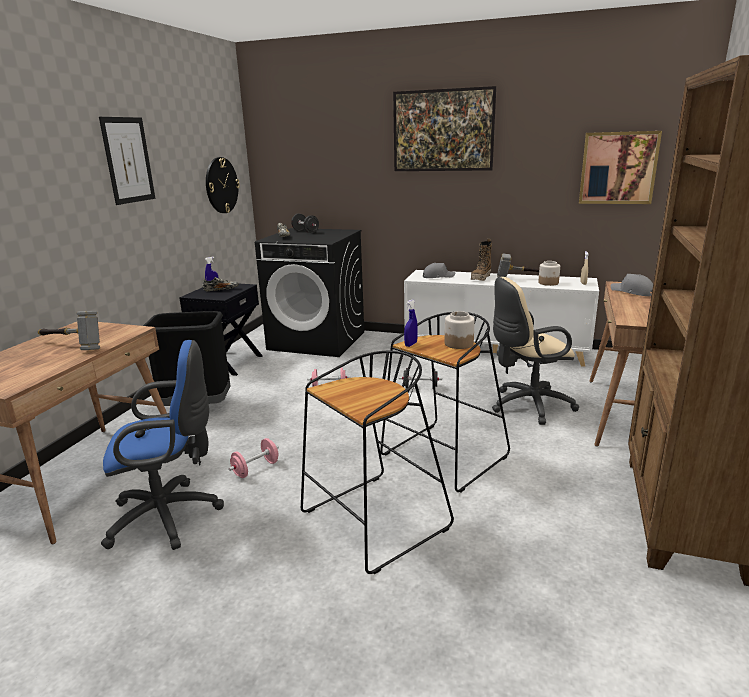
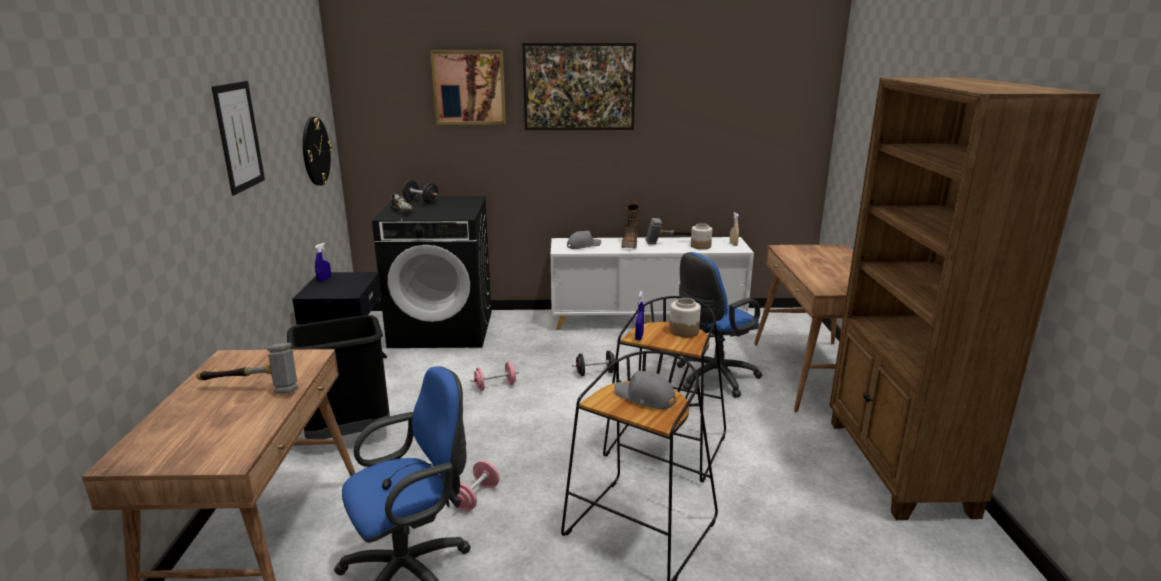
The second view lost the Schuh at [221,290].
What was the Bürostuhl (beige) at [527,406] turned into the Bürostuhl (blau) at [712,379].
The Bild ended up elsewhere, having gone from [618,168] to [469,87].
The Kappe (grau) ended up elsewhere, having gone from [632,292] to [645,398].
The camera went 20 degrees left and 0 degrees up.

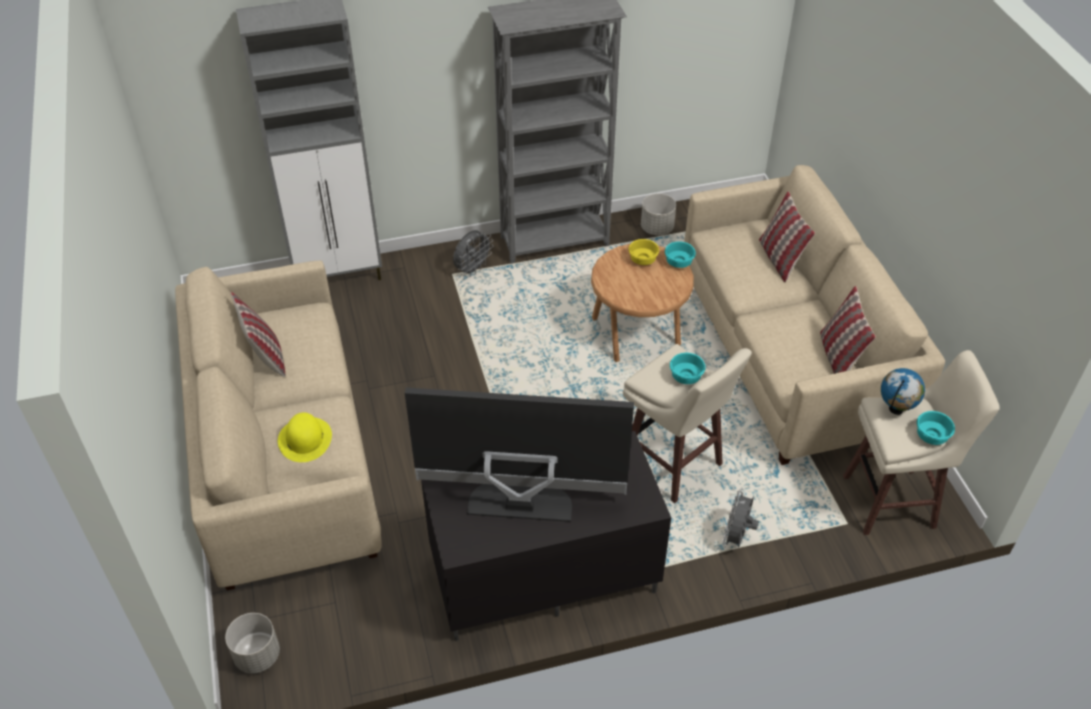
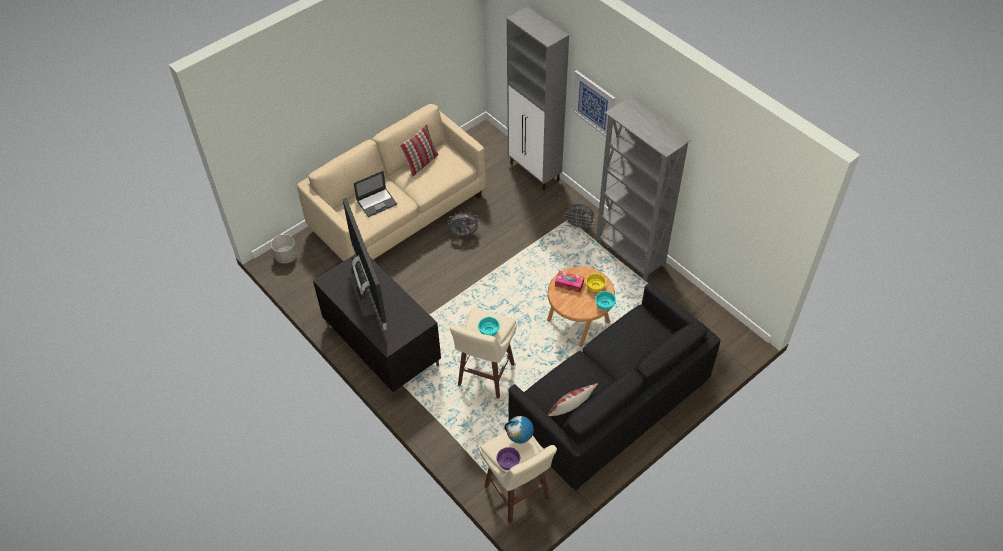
Where the Hut (gelb) stood at [305,439], the Laptop came to stand at [377,202].
The second view lost the Pflanzkübel (grau) at [657,228].
What was the Sofa (beige) at [790,354] turned into the Sofa (schwarz) at [609,407].
The Ventilator (grau) ended up elsewhere, having gone from [736,537] to [464,235].
The second view lost the Kissen at [779,259].
What was the Schüssel (türkis) at [932,436] turned into the Schüssel (lila) at [508,463].
The second view gained the Taschentuchbox at [569,284].
The second view gained the Bild at [594,104].
The camera went 65 degrees right and 5 degrees up.

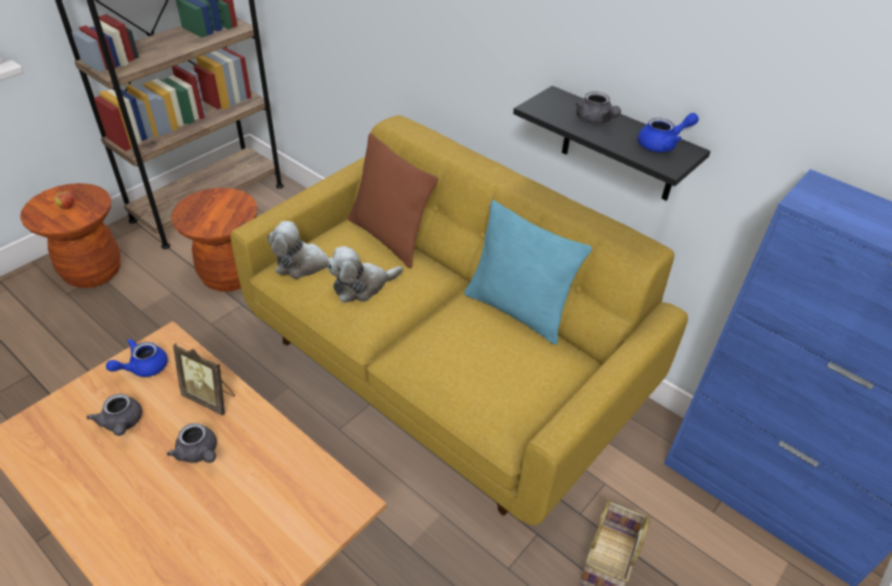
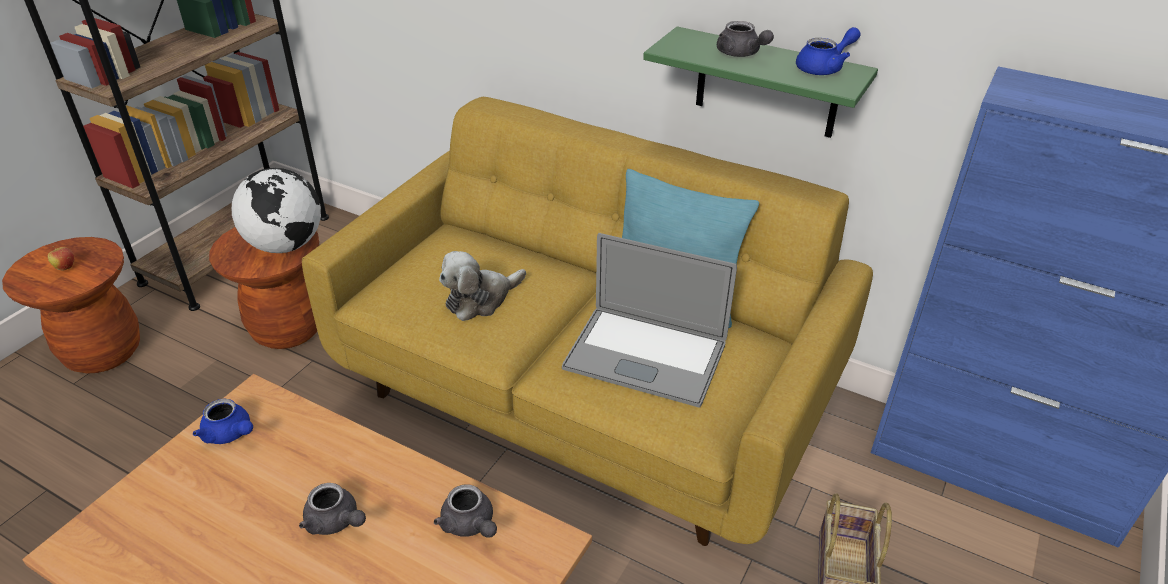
The Teekanne (grau) ended up elsewhere, having gone from [122,423] to [470,525].
The Teekanne (blau) at [143,367] ended up facing another way, 90 degrees counterclockwise from before.
The second view lost the Bilderrahmen at [211,398].
The second view lost the Plüschtier at [303,264].
The second view lost the Kissen (braun) at [389,238].
What was the Wandregal (schwarz) at [619,146] turned into the Wandregal (grün) at [767,83].
The second view gained the Globus at [286,245].
The second view gained the Laptop at [645,355].
The camera went 10 degrees left and 5 degrees down.

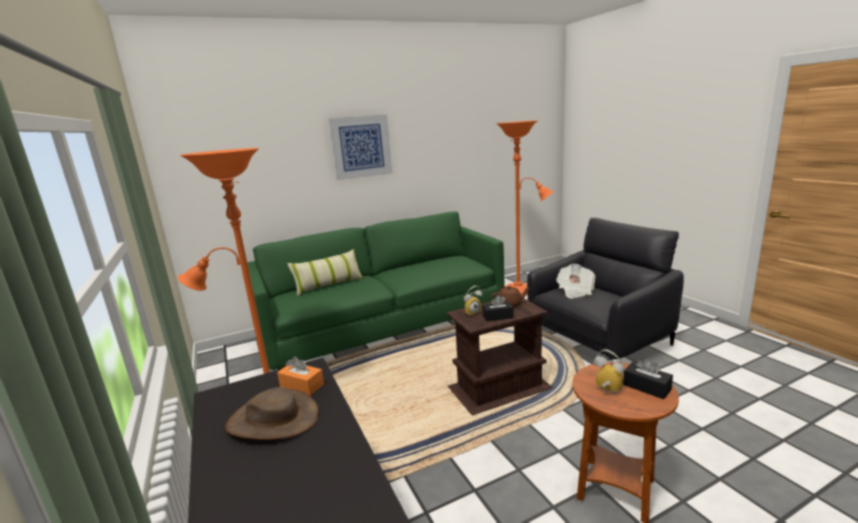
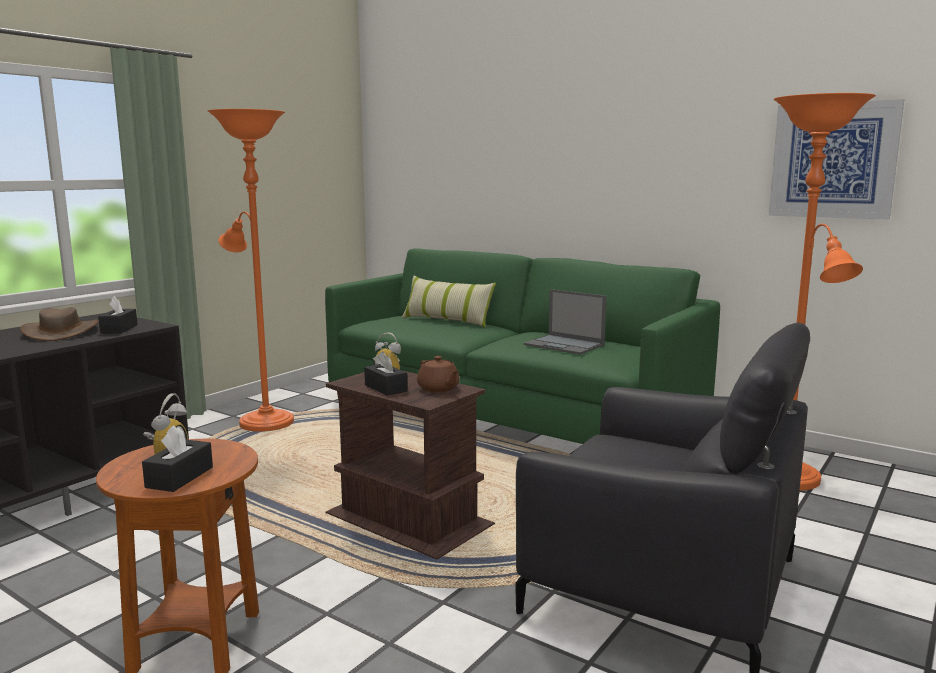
What was the Taschentuchbox (orange) at [302,385] turned into the Taschentuchbox (schwarz) at [119,329].
The Bild ended up elsewhere, having gone from [361,147] to [833,160].
The second view lost the Zeitung at [575,291].
The second view gained the Laptop at [565,345].
The camera went 60 degrees right and 5 degrees down.

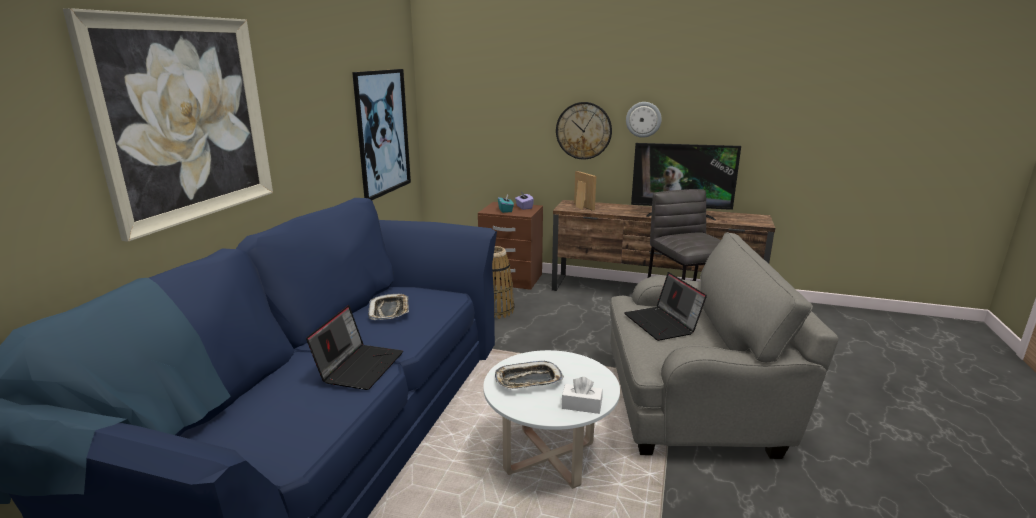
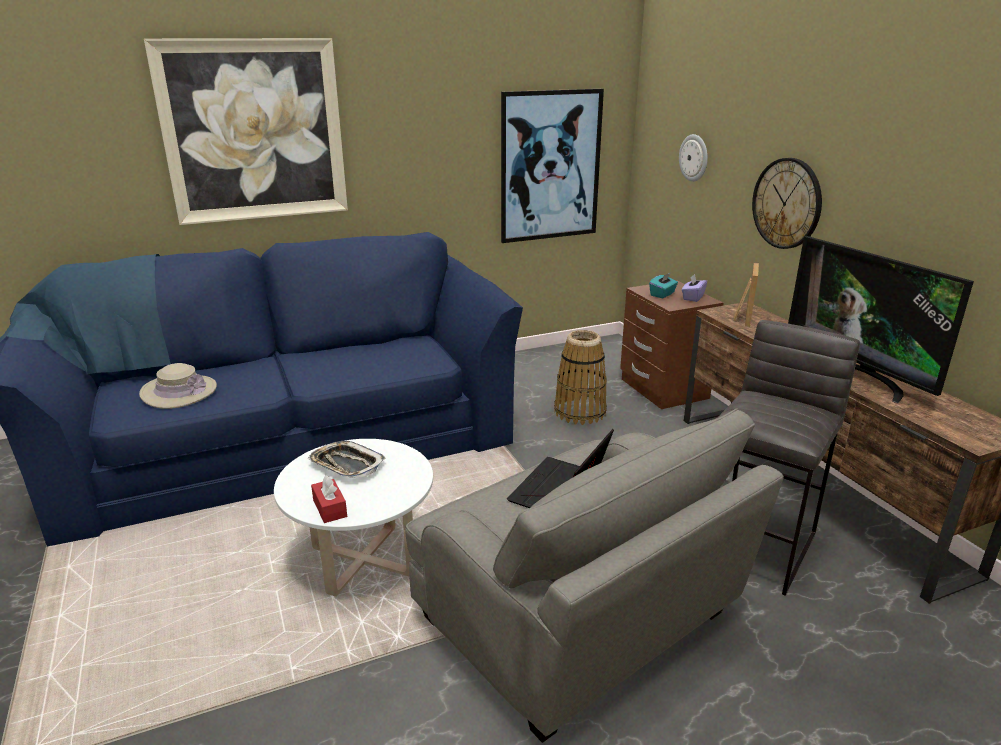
The second view lost the Laptop at [359,366].
The second view lost the Tablett at [389,311].
What was the Taschentuchbox (weiß) at [581,405] turned into the Taschentuchbox (rot) at [330,508].
The Wanduhr ended up elsewhere, having gone from [643,119] to [694,158].
The second view gained the Hut (beige) at [179,392].
The camera went 50 degrees right and 5 degrees up.

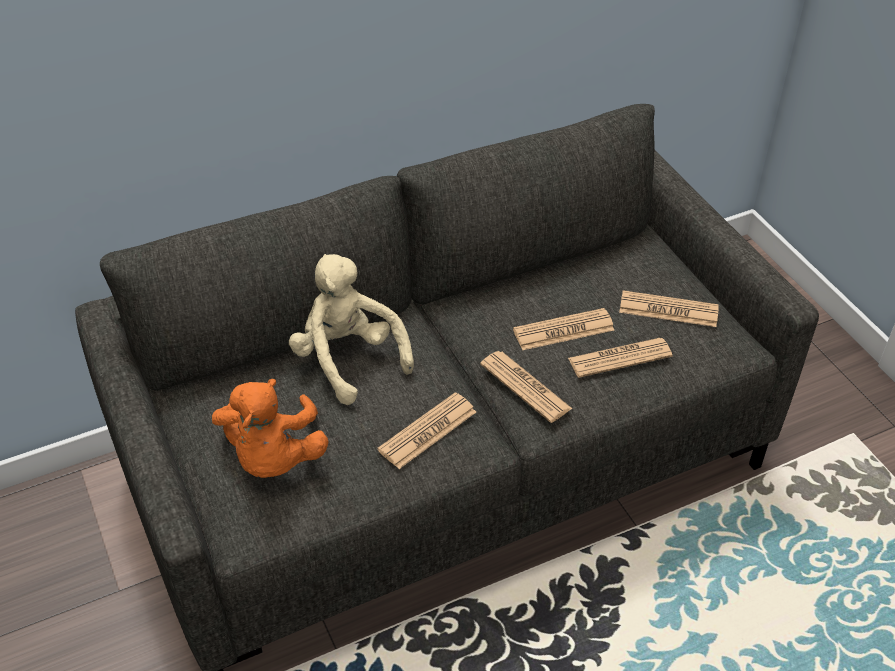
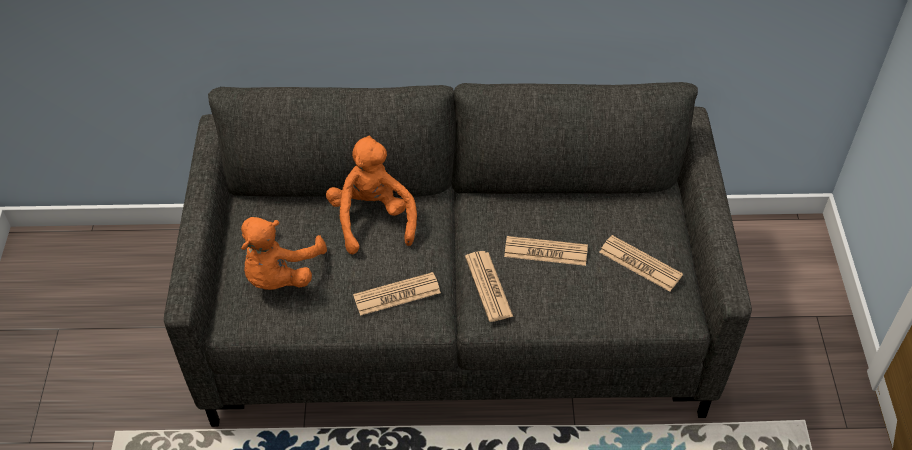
What was the Plüschtier (beige) at [348,359] turned into the Plüschtier (orange) at [372,218].
The second view lost the Zeitung at [619,358].
The camera went 25 degrees right and 5 degrees up.

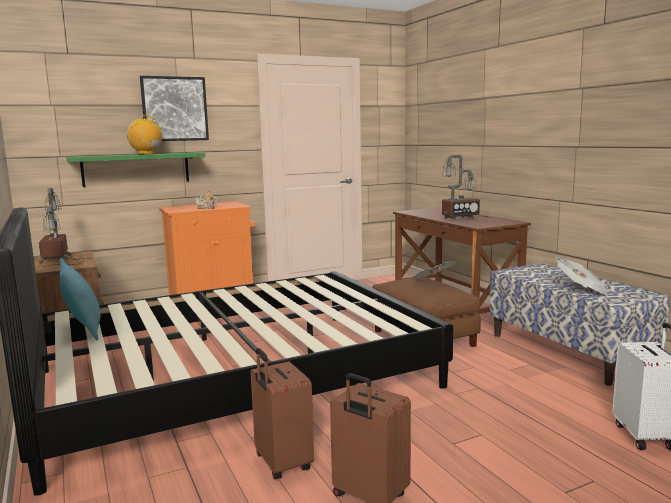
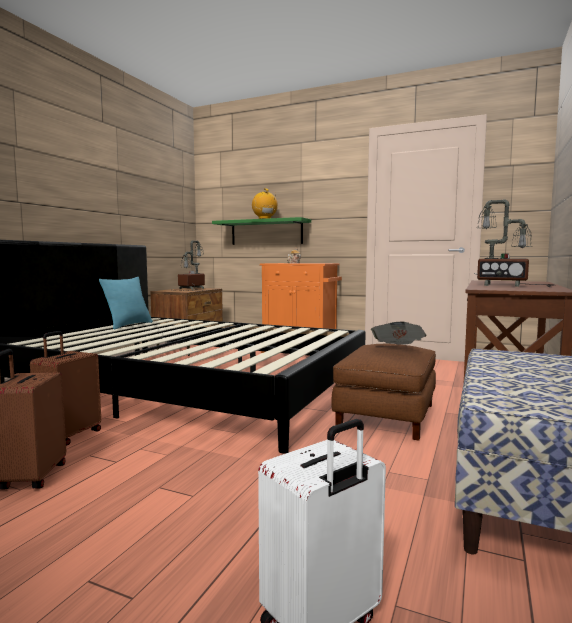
The second view lost the Bild at [174,109].
The second view lost the Zeitung at [581,289].
The camera went 50 degrees right and 5 degrees down.

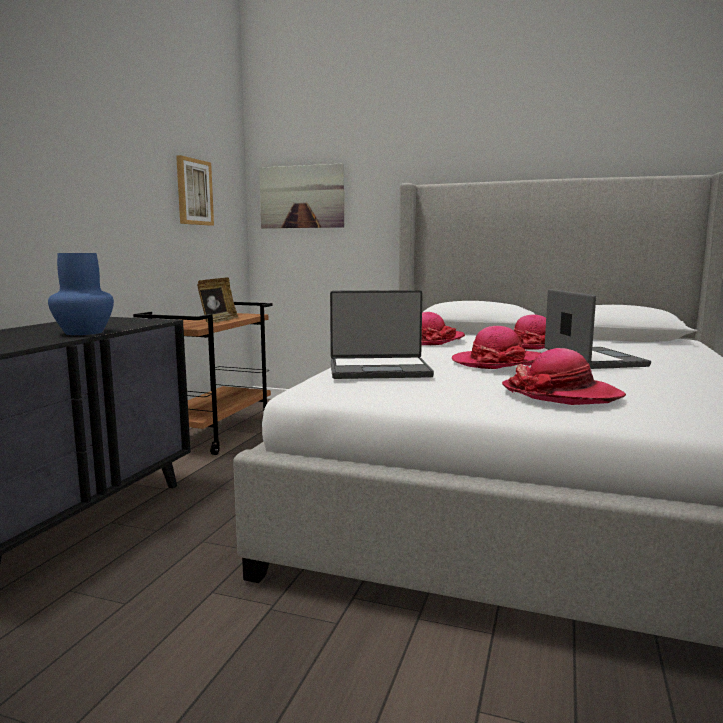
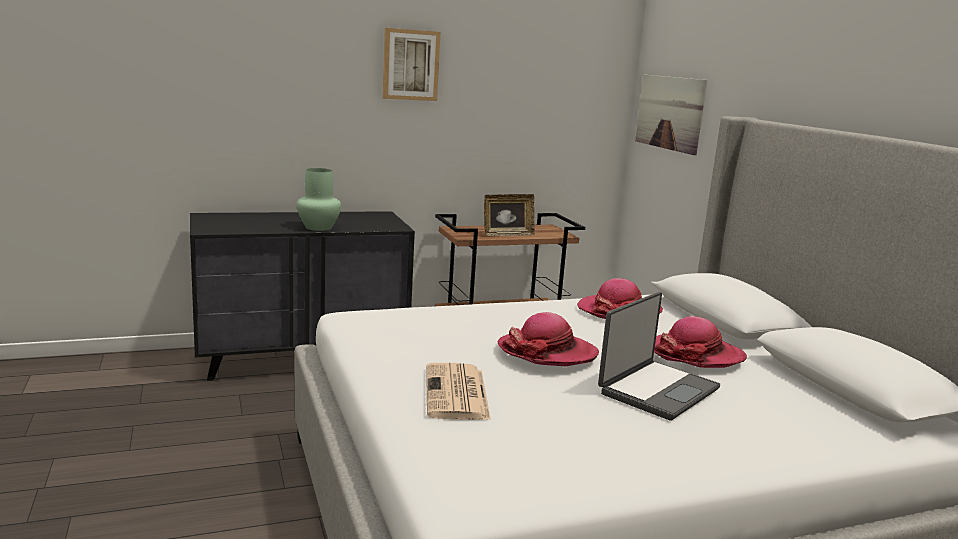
What was the Vase (blau) at [84,332] turned into the Vase (grün) at [319,227].
The Bild ended up elsewhere, having gone from [194,192] to [410,65].
The second view lost the Laptop at [379,370].
Where the Hut stood at [561,394], the Zeitung came to stand at [457,393].
The camera went 50 degrees right and 5 degrees up.

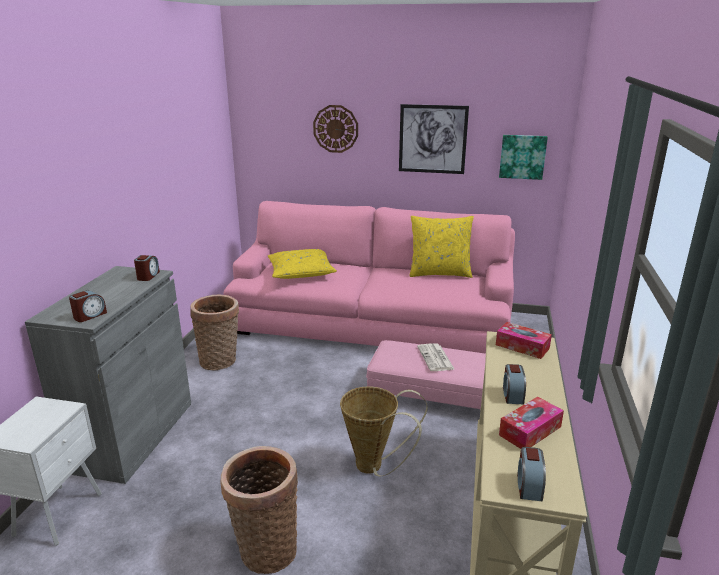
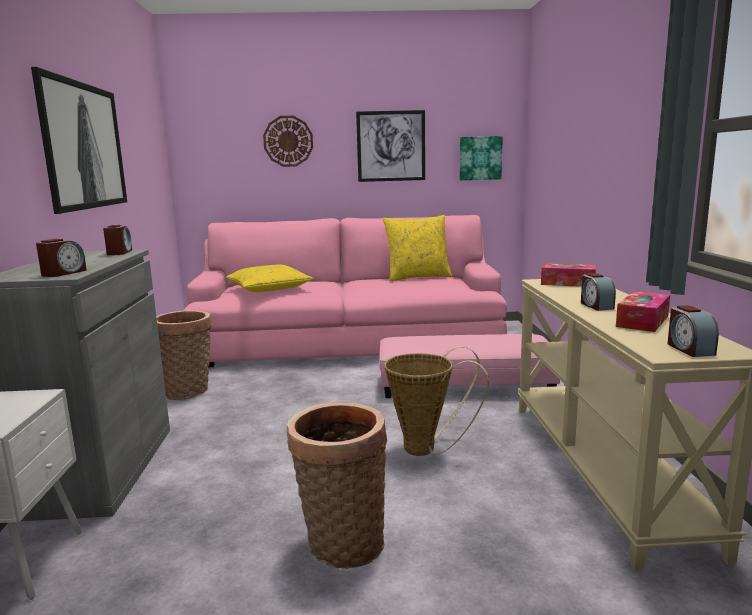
The second view lost the Zeitung at [436,358].
The second view gained the Bild at [83,146].
The camera went 15 degrees left and 10 degrees down.

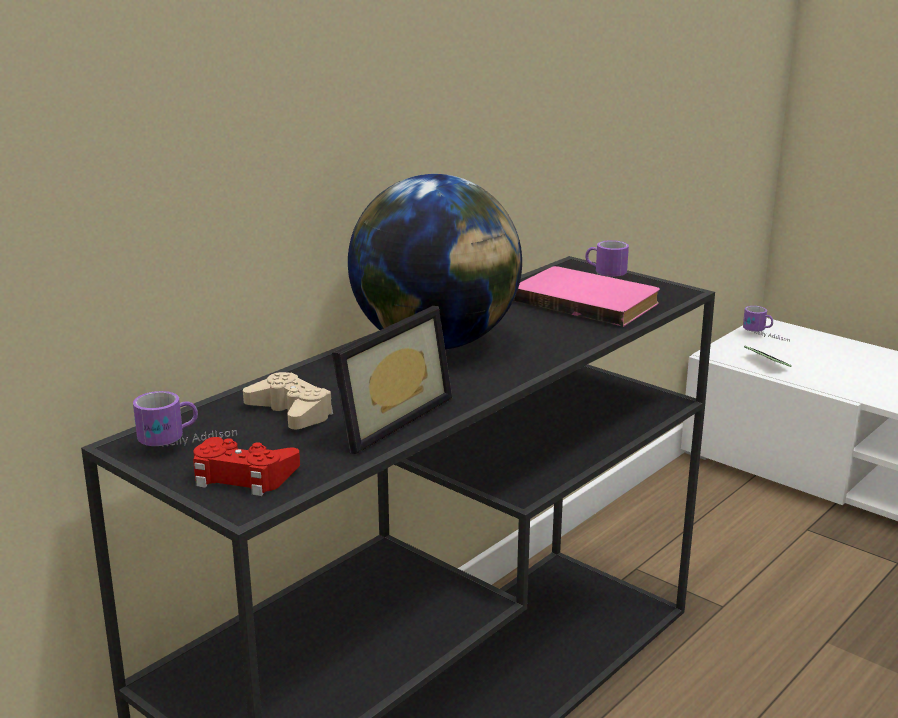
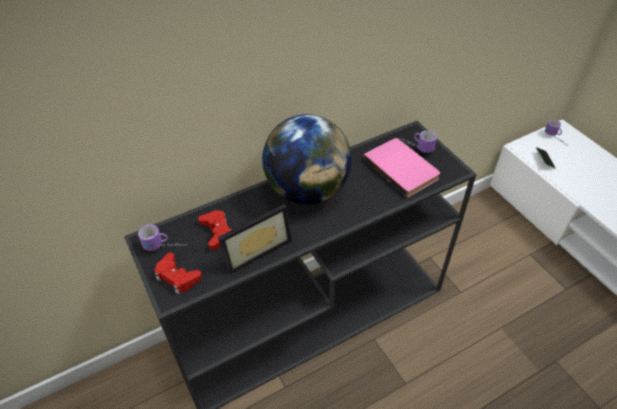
What was the Gamepad (beige) at [291,412] turned into the Gamepad (rot) at [217,232].
The camera went 20 degrees right and 25 degrees up.

